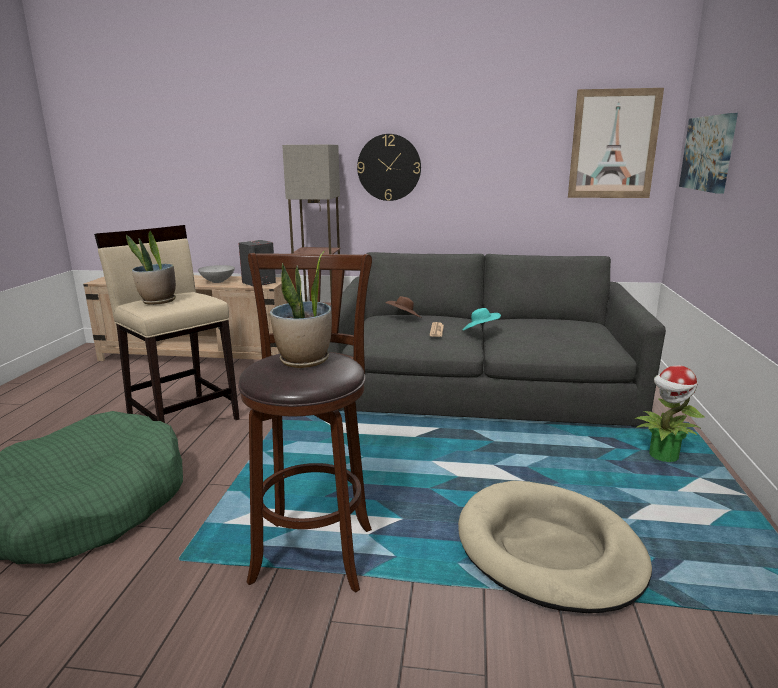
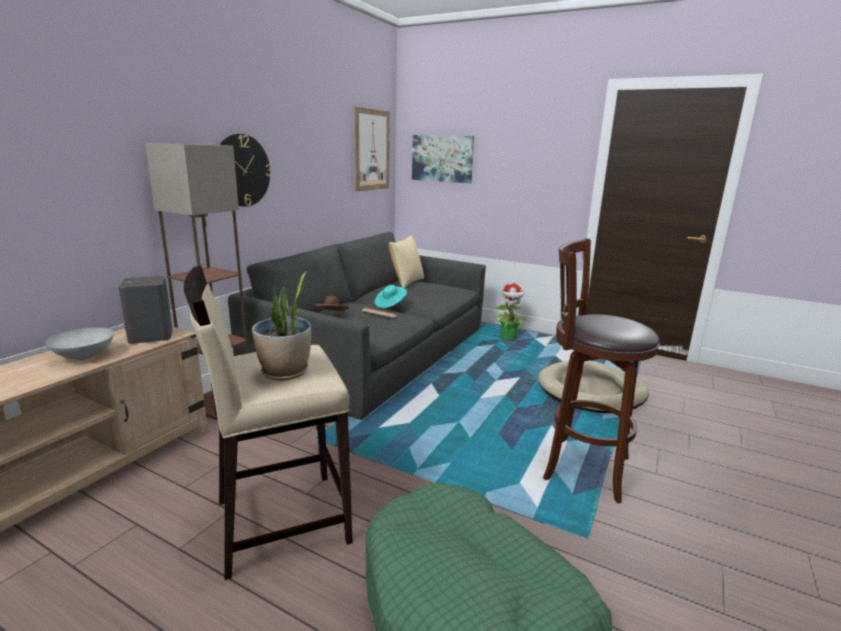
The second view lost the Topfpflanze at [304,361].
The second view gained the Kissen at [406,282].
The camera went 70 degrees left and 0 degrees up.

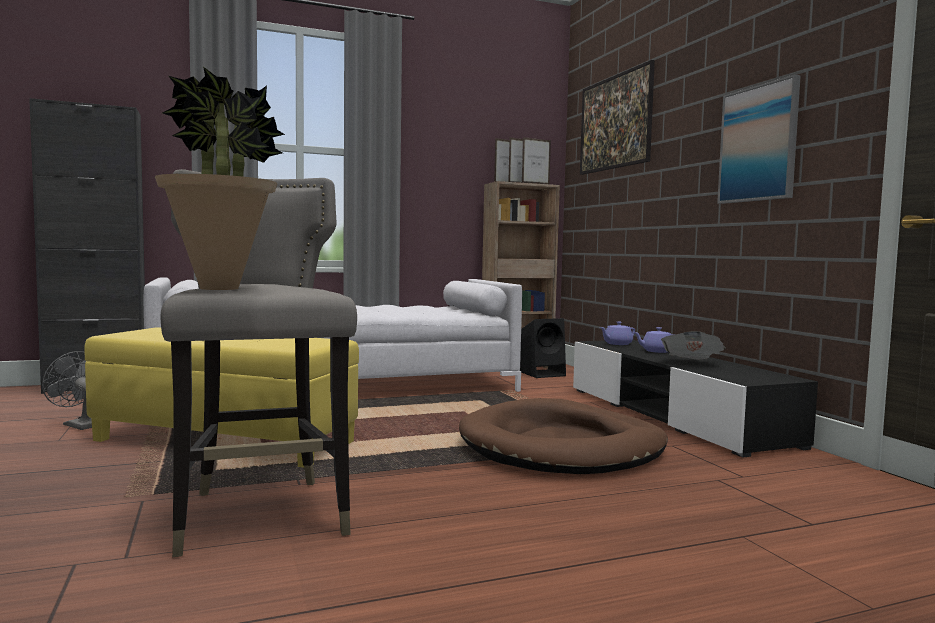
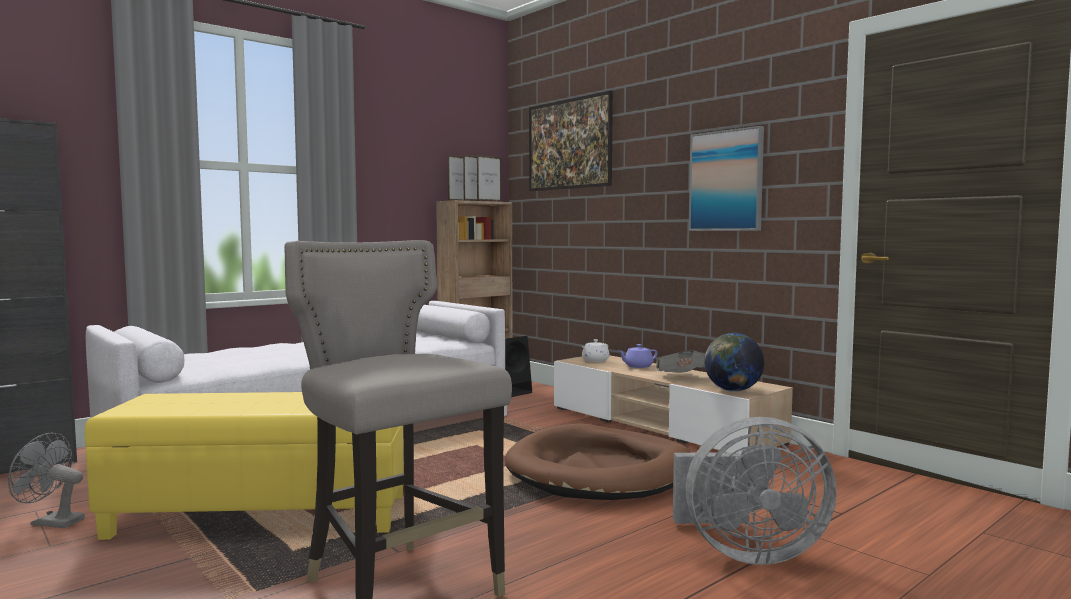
The second view lost the Topfpflanze at [220,288].
What was the Fernsehschrank (schwarz) at [673,415] turned into the Fernsehschrank (beige) at [661,425].
What was the Teekanne (lila) at [617,344] turned into the Teekanne (weiß) at [595,360].
The second view gained the Ventilator (grau) at [746,552].
The second view gained the Globus at [733,390].
The camera went 20 degrees left and 0 degrees up.

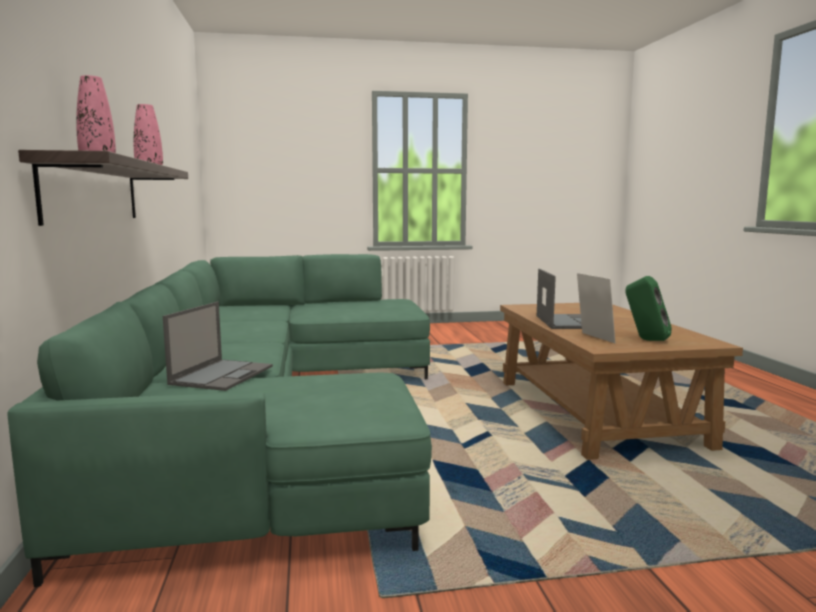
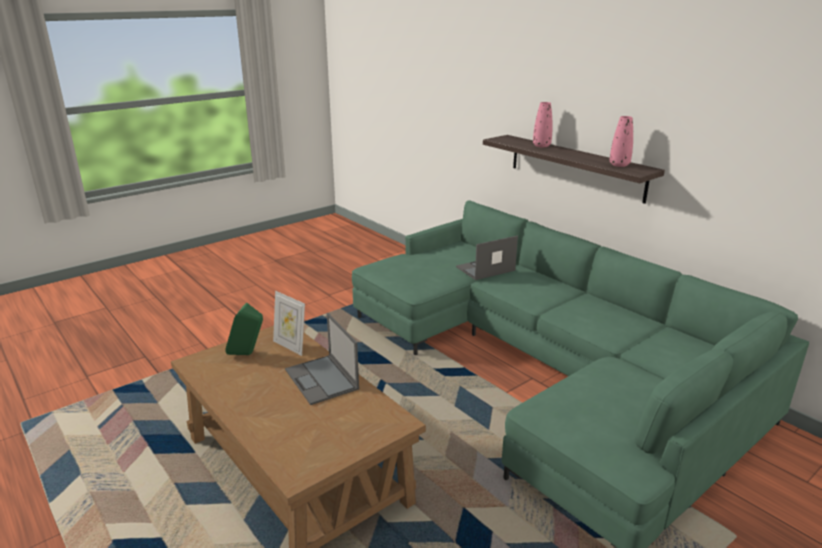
The Laptop at [222,375] ended up facing another way, 75 degrees clockwise from before.
The camera went 150 degrees right and 15 degrees up.

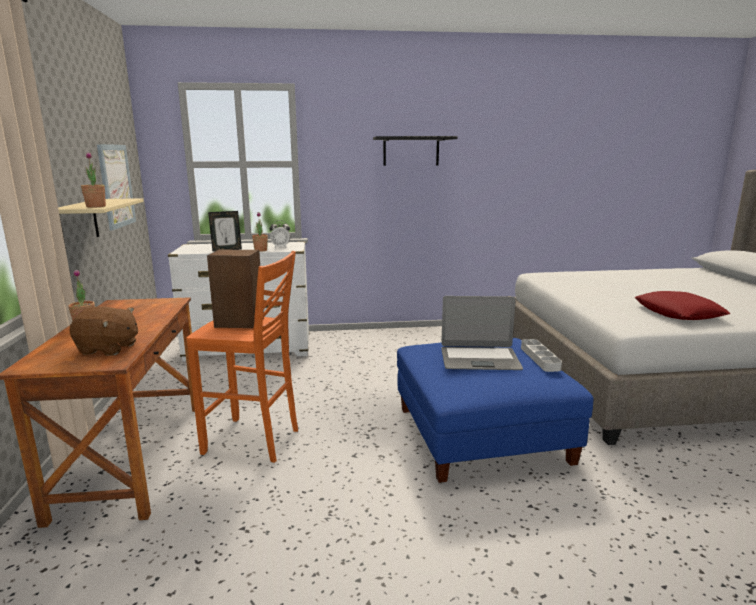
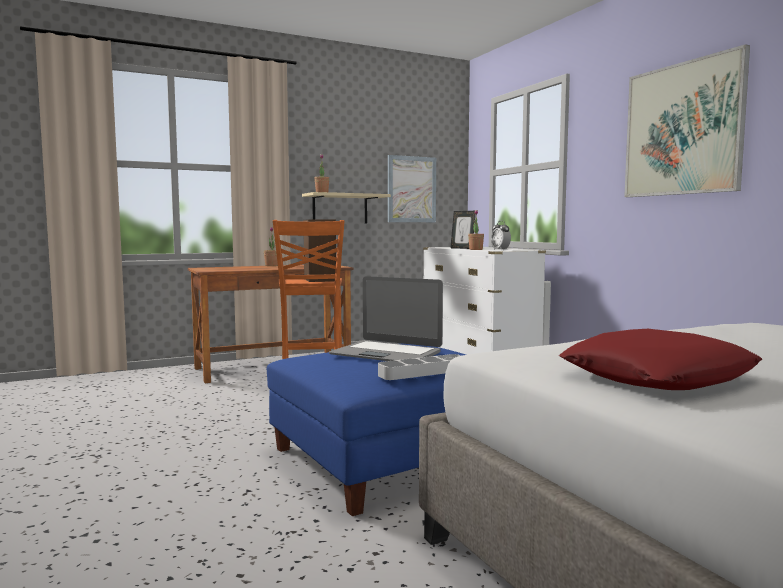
The second view lost the Plüschtier (braun) at [108,349].
Where the Wandregal (schwarz) hung at [411,151], the Bild came to hang at [682,129].
The Laptop at [479,359] ended up facing another way, 45 degrees counterclockwise from before.
The camera went 70 degrees right and 10 degrees down.

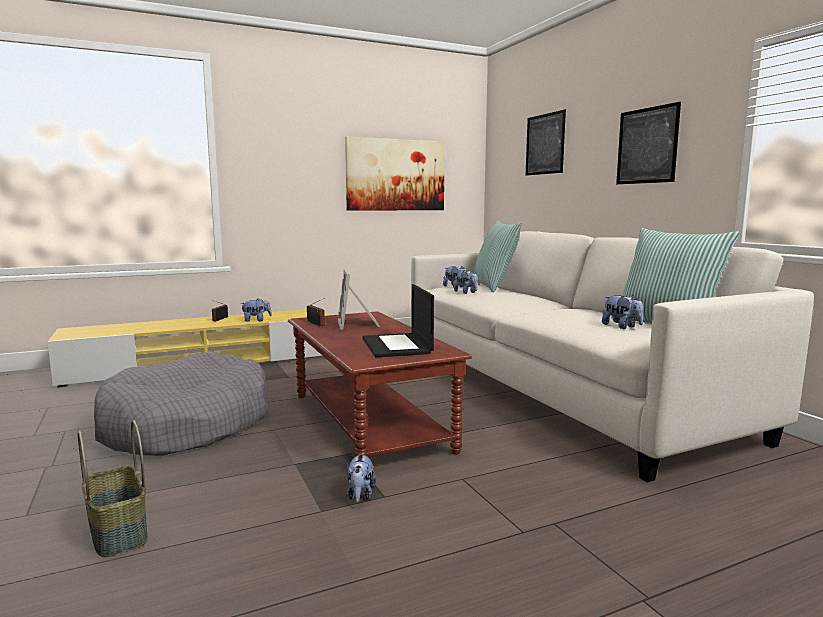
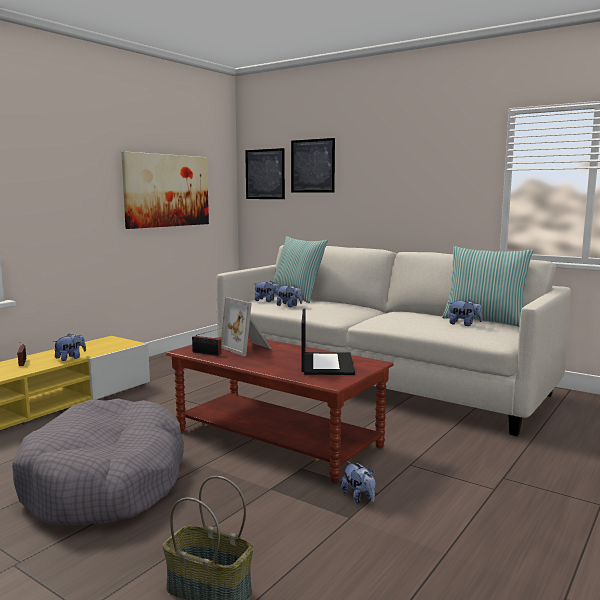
The Laptop at [397,346] ended up facing another way, 135 degrees counterclockwise from before.
The Bild ended up elsewhere, having gone from [647,145] to [265,174].
The camera went 30 degrees left and 0 degrees up.

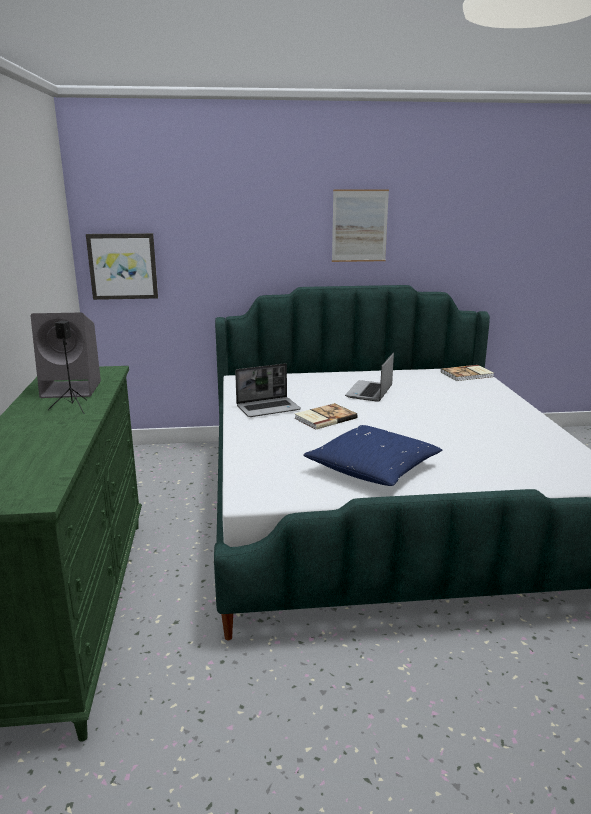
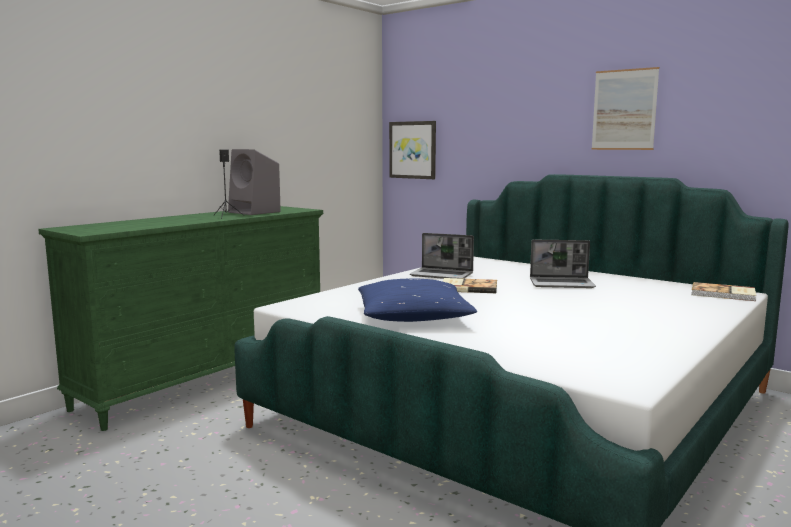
The Laptop at [369,392] ended up facing another way, 150 degrees counterclockwise from before.
The camera went 45 degrees right and 10 degrees down.

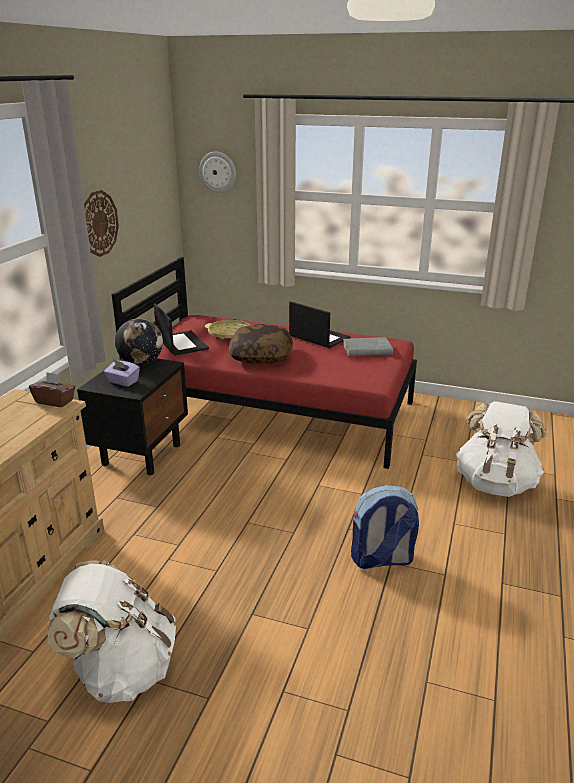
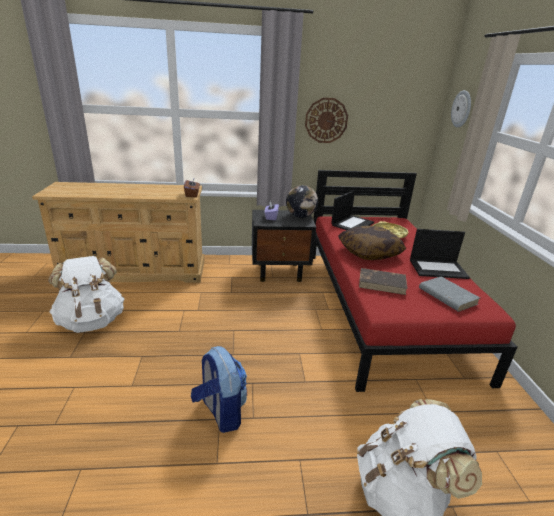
The Laptop at [318,337] ended up facing another way, 75 degrees clockwise from before.
The second view gained the Buch (braun) at [382,283].
The camera went 65 degrees right and 0 degrees up.

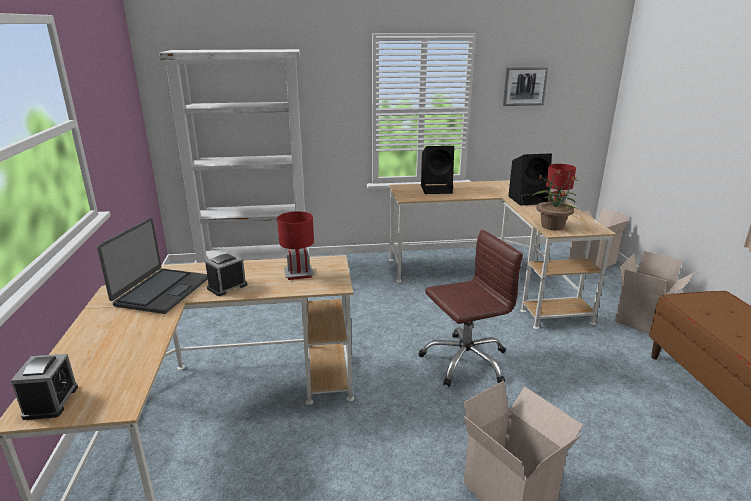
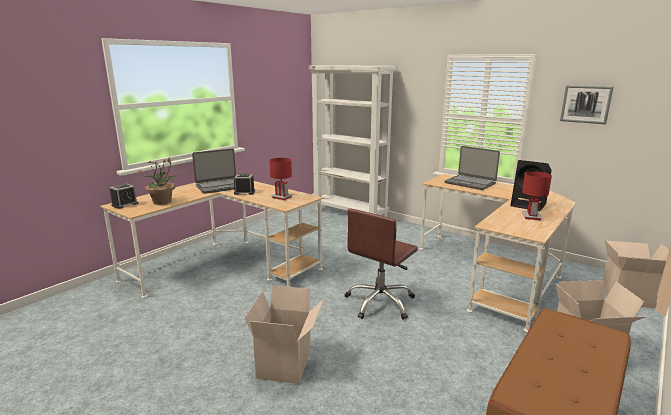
The Bürostuhl (braun) at [465,361] ended up facing another way, 105 degrees clockwise from before.
Where the Lautsprecher (schwarz) stood at [437,189], the Laptop came to stand at [470,183].
The Topfpflanze ended up elsewhere, having gone from [552,226] to [163,201].
The camera went 45 degrees right and 5 degrees down.

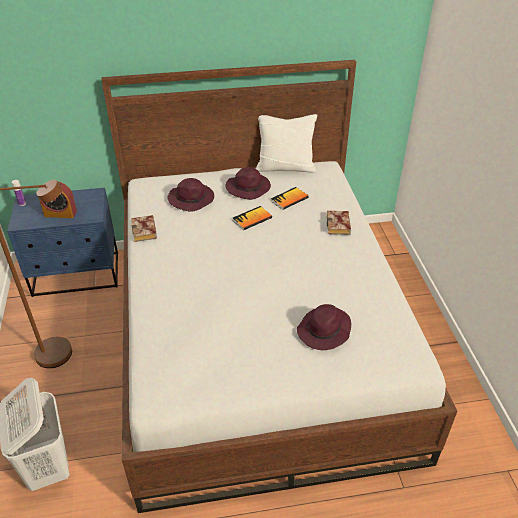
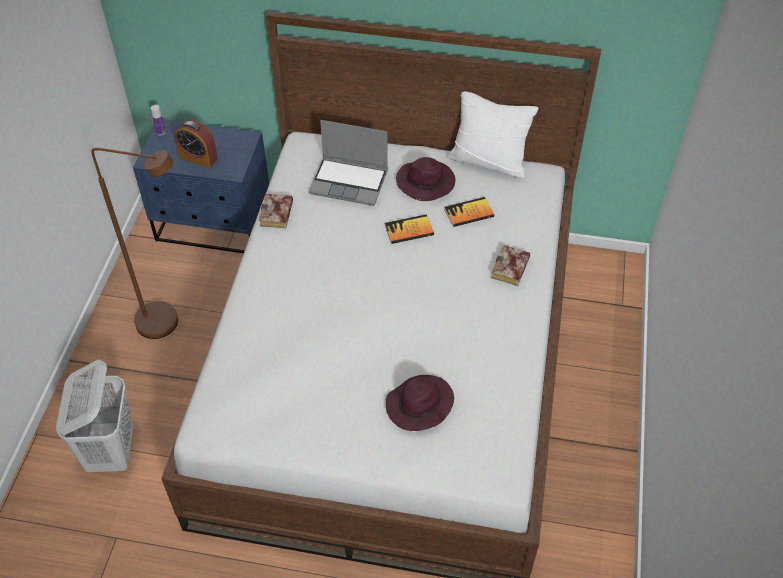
Where the Hut (lila) stood at [192,199], the Laptop came to stand at [350,182].
The camera went 20 degrees right and 10 degrees up.

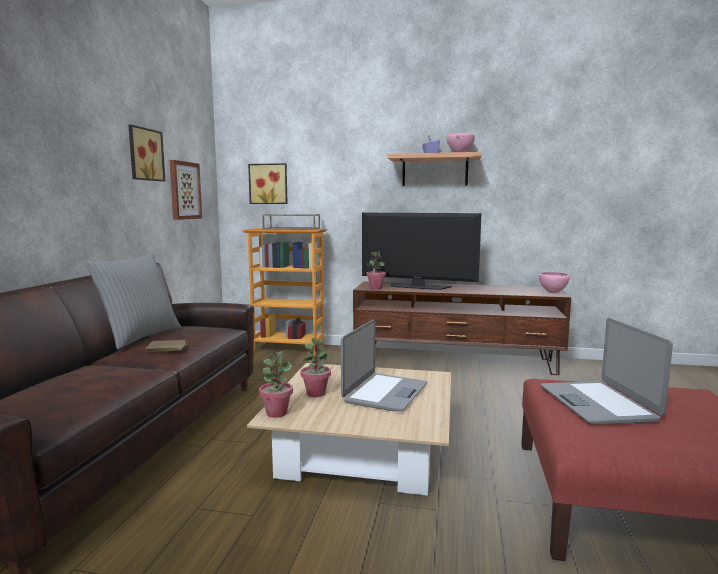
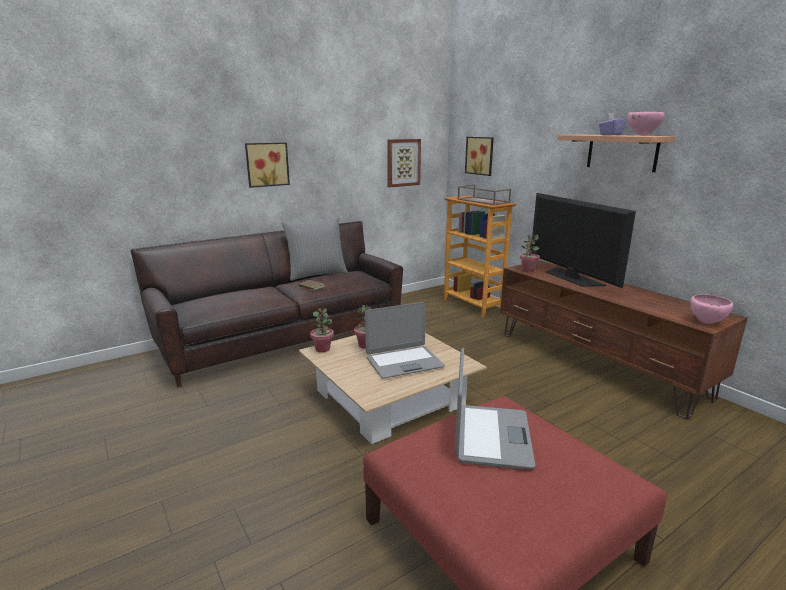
The Bild ended up elsewhere, having gone from [144,154] to [267,164].
The Laptop at [598,403] ended up facing another way, 150 degrees clockwise from before.
The camera went 45 degrees right and 10 degrees up.

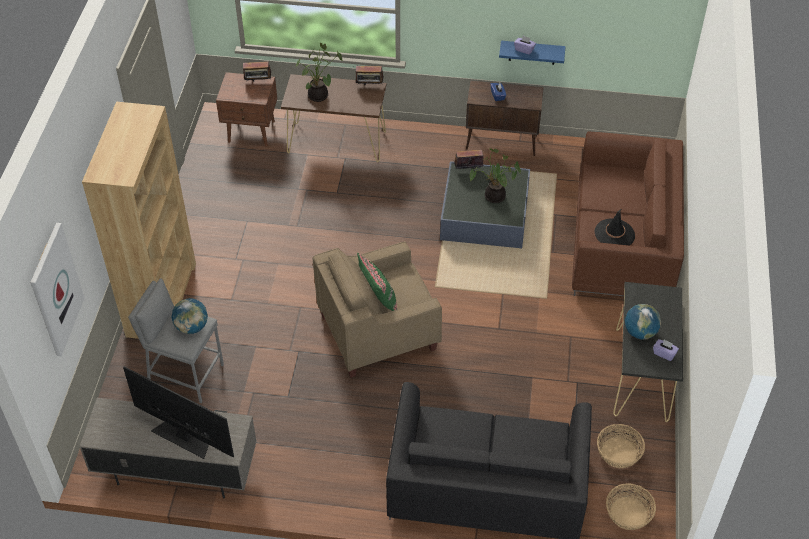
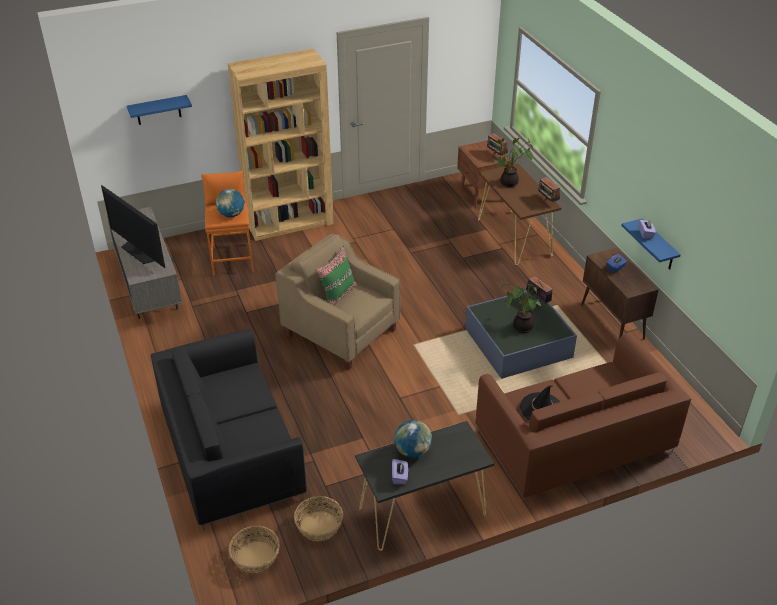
Where the Bild hung at [55,290], the Wandregal (blau) came to hang at [158,110].
The Fernseher at [183,436] ended up facing another way, 135 degrees clockwise from before.
What was the Hocker (grau) at [185,374] turned into the Hocker (orange) at [232,259].
The camera went 60 degrees right and 10 degrees down.

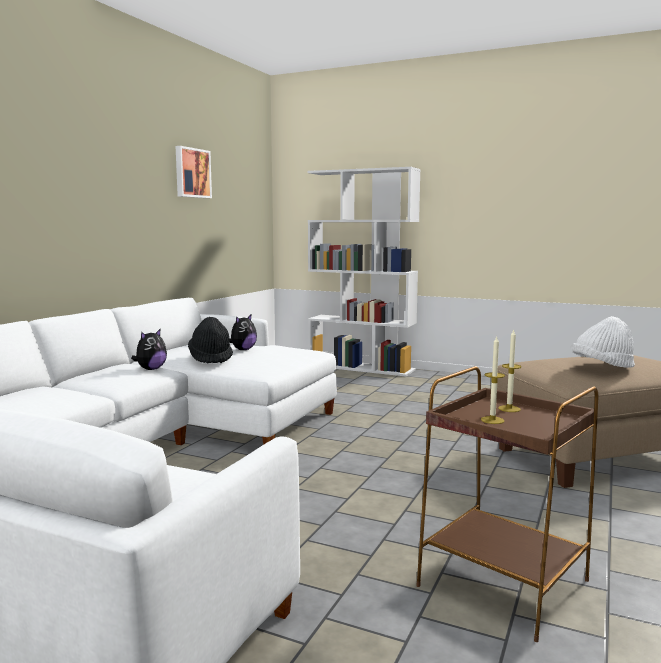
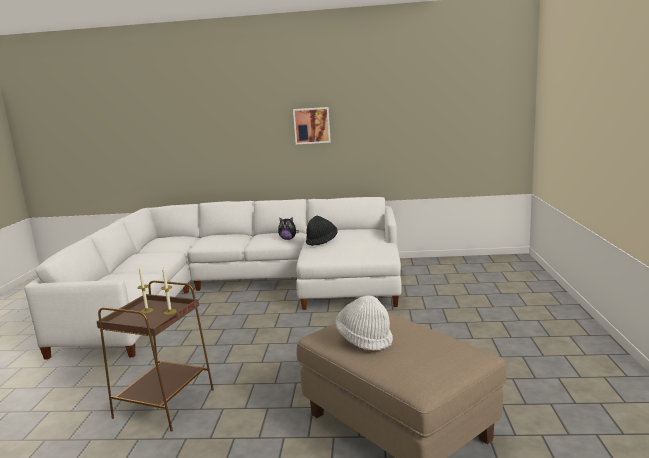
The Bild ended up elsewhere, having gone from [192,173] to [312,125].
The second view lost the Plüschtier at [243,350].
The second view lost the Bücherregal (weiß) at [362,367].
The camera went 70 degrees right and 5 degrees up.

